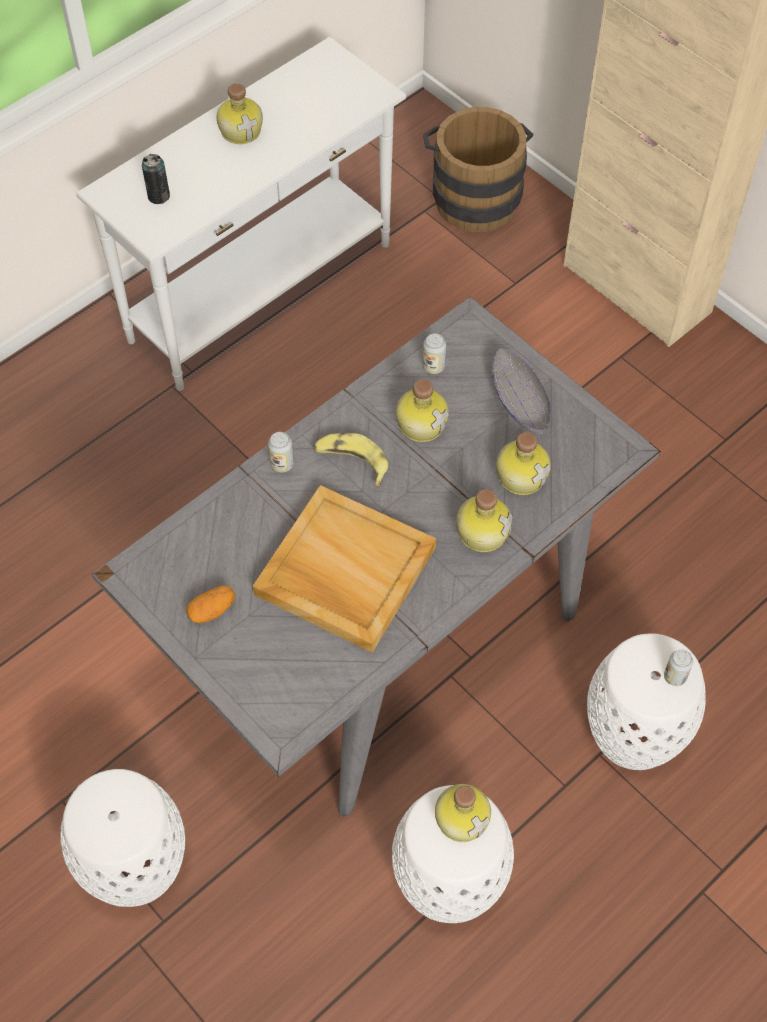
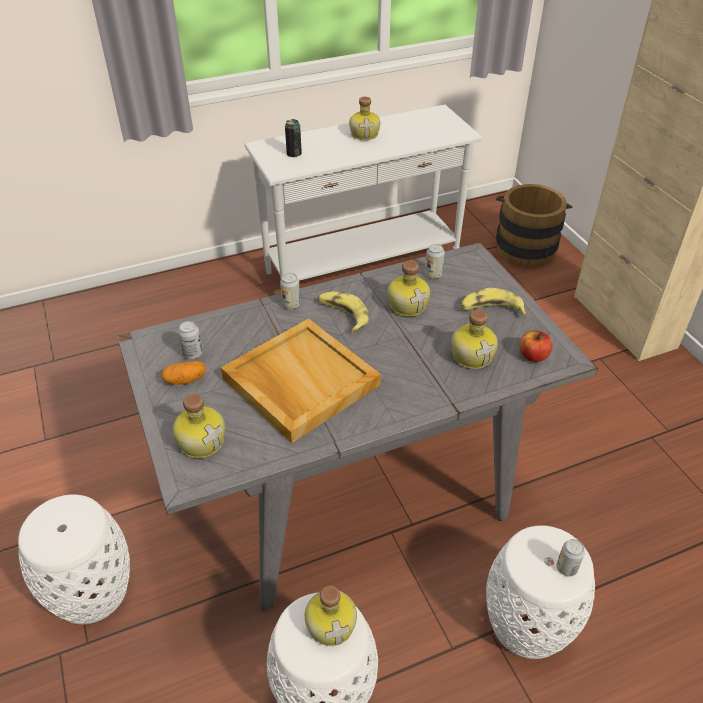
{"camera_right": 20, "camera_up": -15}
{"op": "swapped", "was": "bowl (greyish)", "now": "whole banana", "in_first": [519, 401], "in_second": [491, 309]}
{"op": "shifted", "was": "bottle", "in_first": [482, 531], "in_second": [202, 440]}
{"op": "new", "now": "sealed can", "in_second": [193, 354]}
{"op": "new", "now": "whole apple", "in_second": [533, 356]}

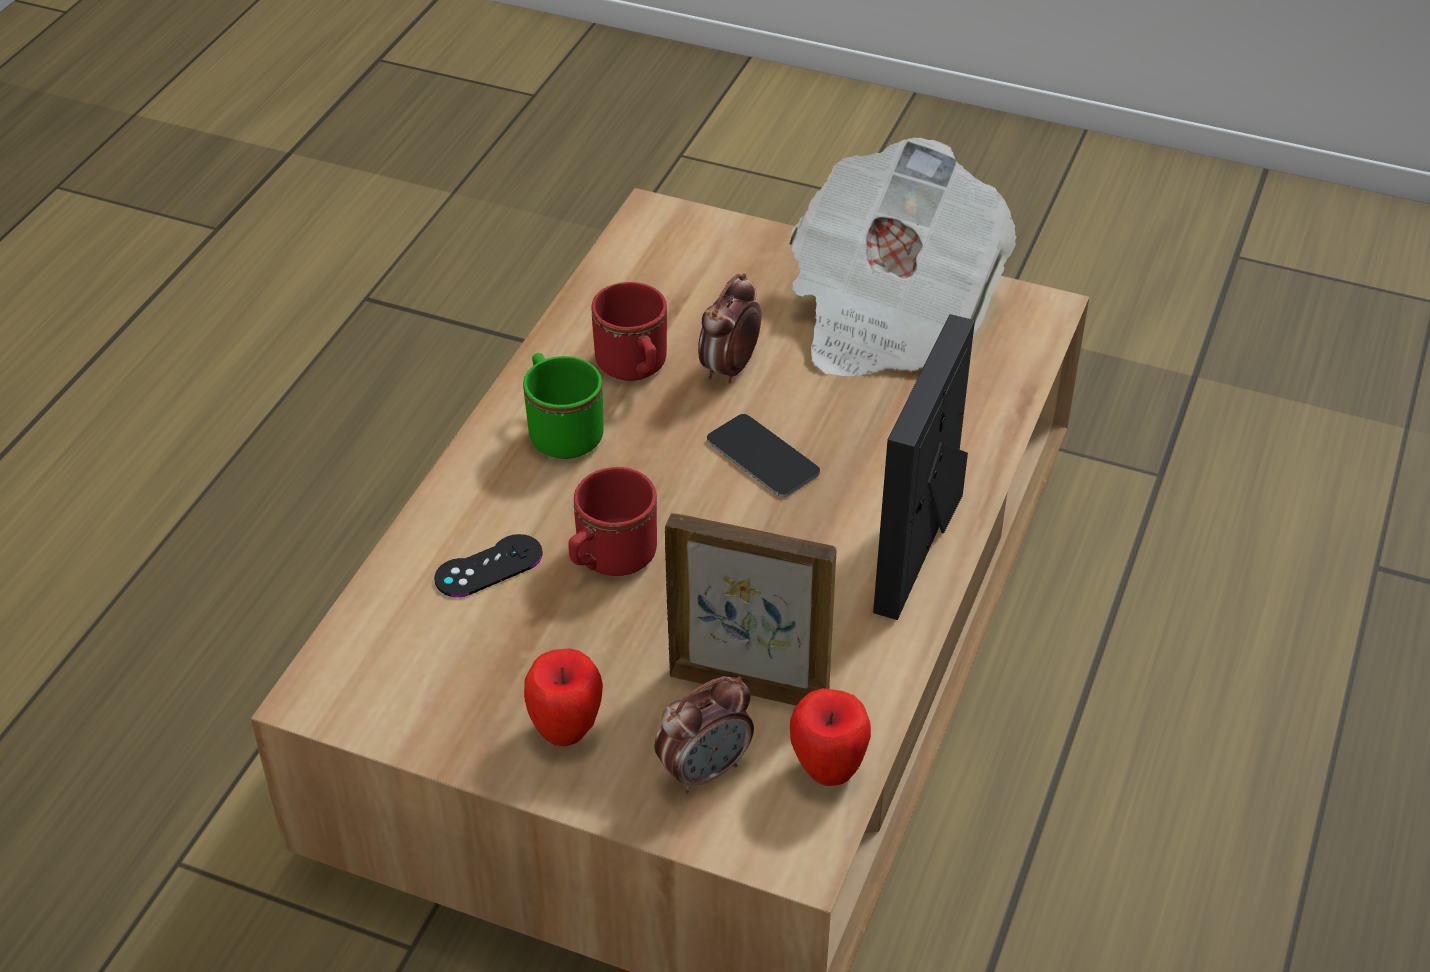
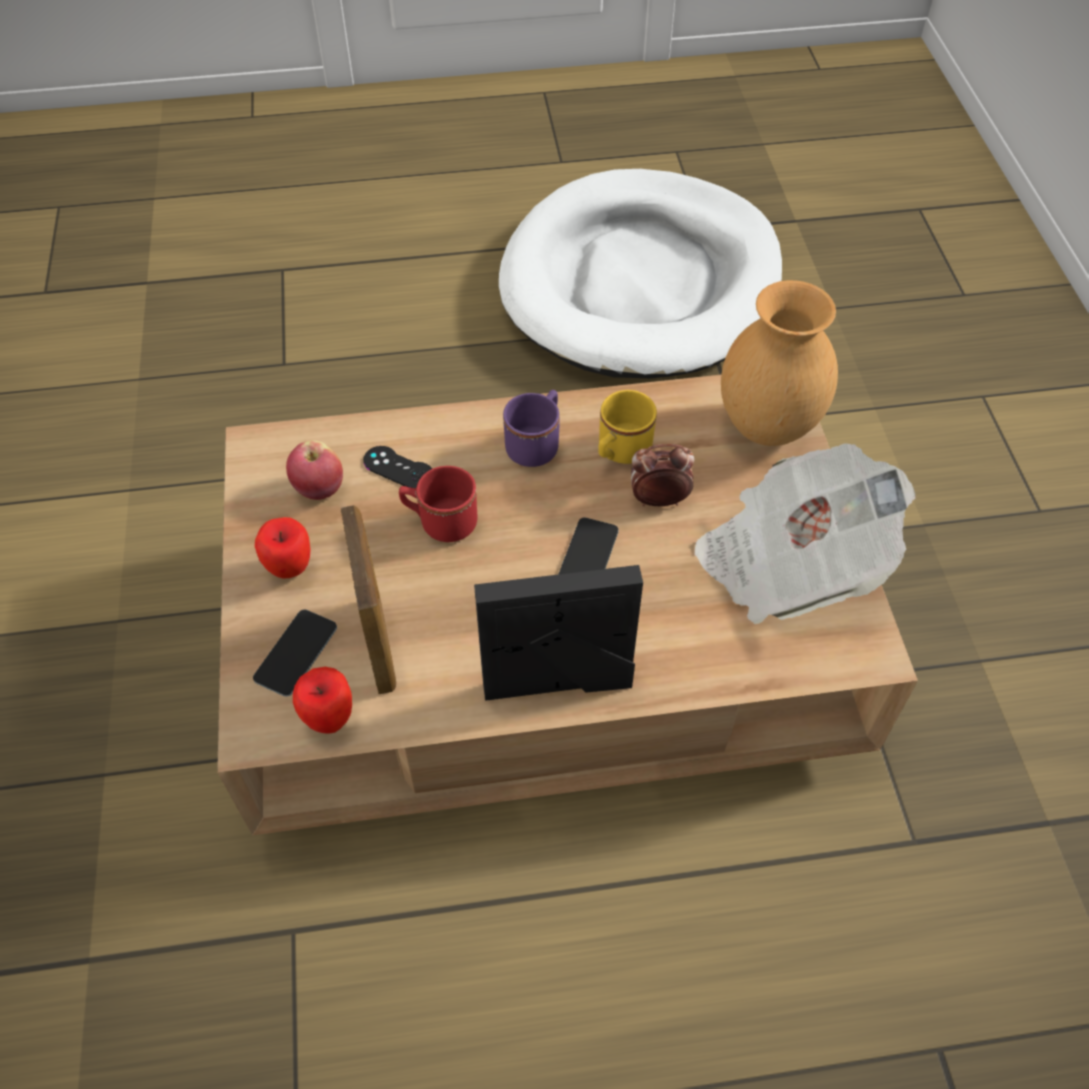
{"camera_right": 60, "camera_up": 10}
{"op": "repainted", "was": "mug (reddish)", "now": "mug (yellow-coloured)", "in_first": [635, 369], "in_second": [620, 452]}
{"op": "repainted", "was": "mug (green-coloured)", "now": "mug (purple-coloured)", "in_first": [561, 430], "in_second": [536, 444]}
{"op": "swapped", "was": "bedside clock", "now": "handset", "in_first": [705, 770], "in_second": [296, 653]}
{"op": "new", "now": "pet bed (white-coloured)", "in_second": [641, 282]}
{"op": "new", "now": "decorative vase (brown)", "in_second": [769, 428]}
{"op": "new", "now": "whole apple", "in_second": [319, 489]}

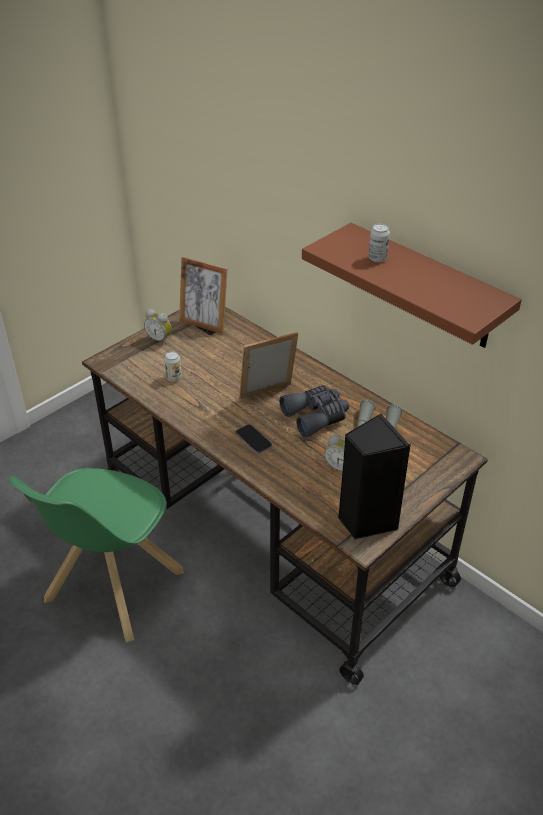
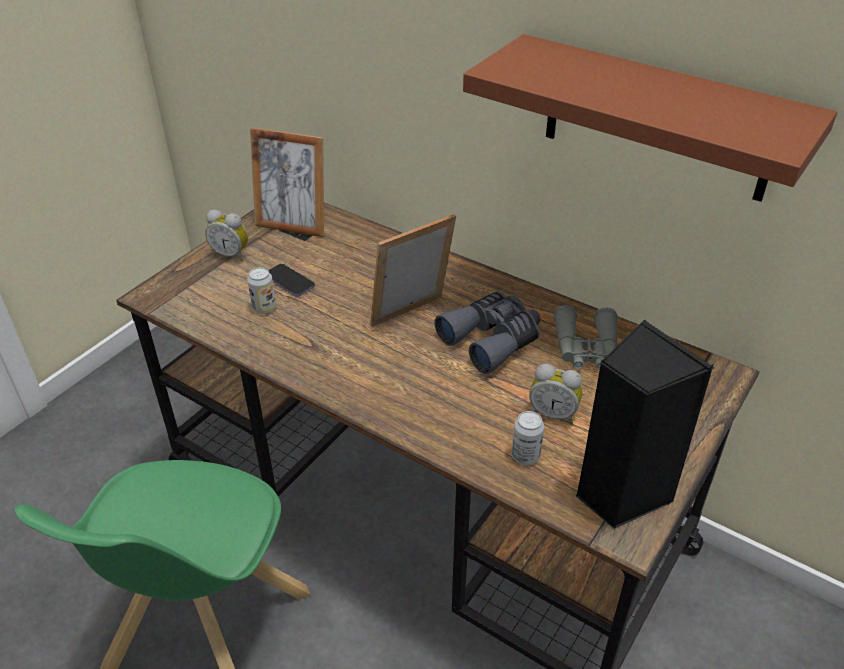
{"camera_right": -10, "camera_up": 0}
{"op": "shifted", "was": "sealed can", "in_first": [377, 258], "in_second": [525, 456]}
{"op": "shifted", "was": "handset", "in_first": [253, 440], "in_second": [289, 282]}

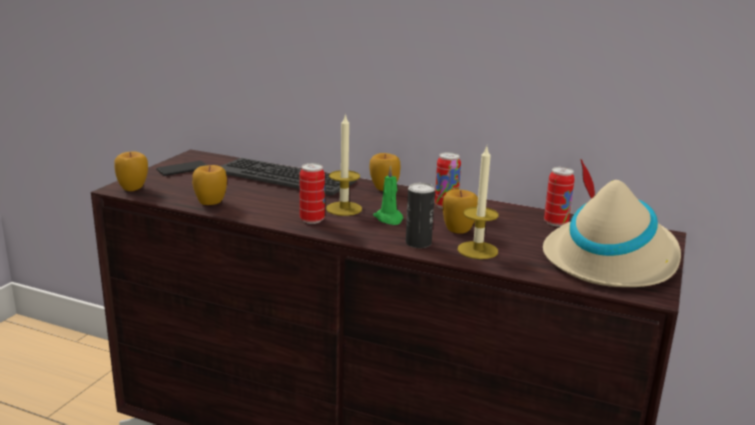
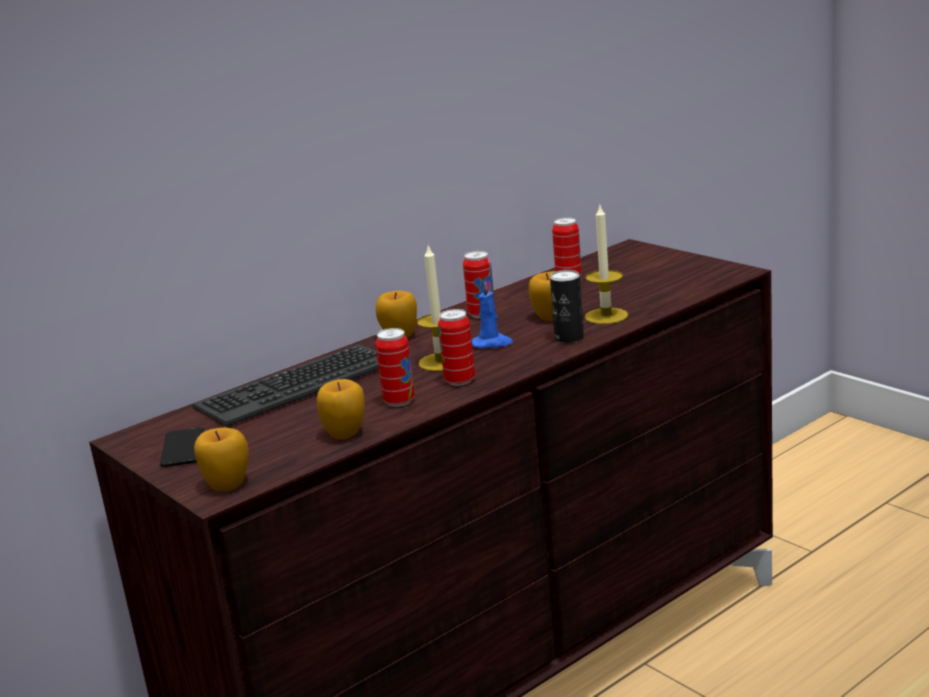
{"camera_right": -60, "camera_up": 0}
{"op": "gone", "was": "clothing hat (beige)", "in_first": [611, 259]}
{"op": "repainted", "was": "wax candle (green-coloured)", "now": "wax candle (blue)", "in_first": [389, 219], "in_second": [492, 343]}
{"op": "new", "now": "sealed can", "in_second": [399, 401]}

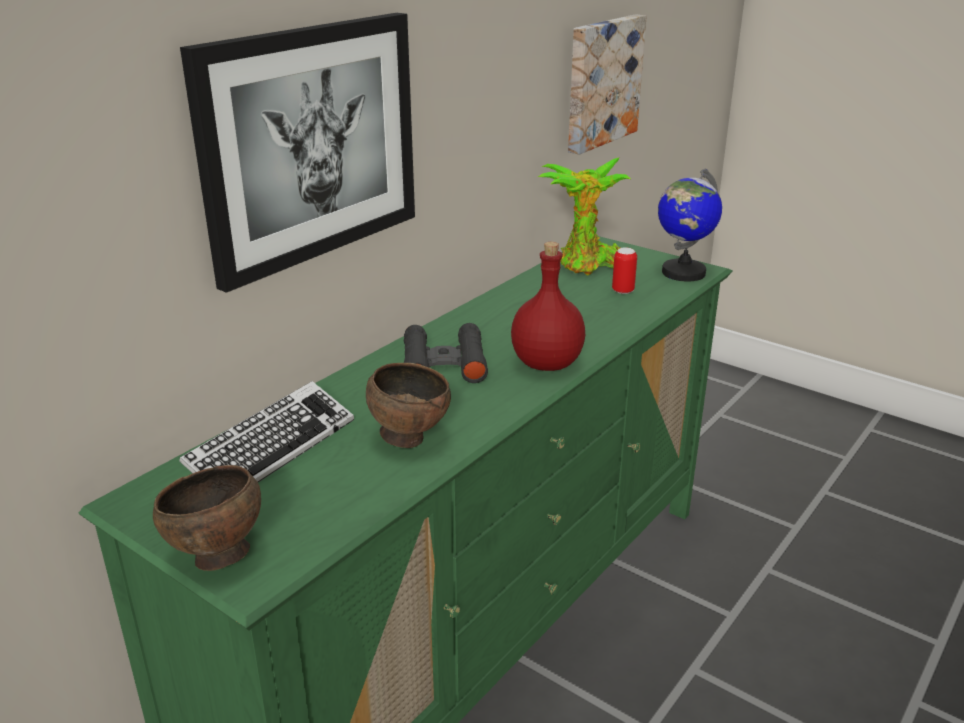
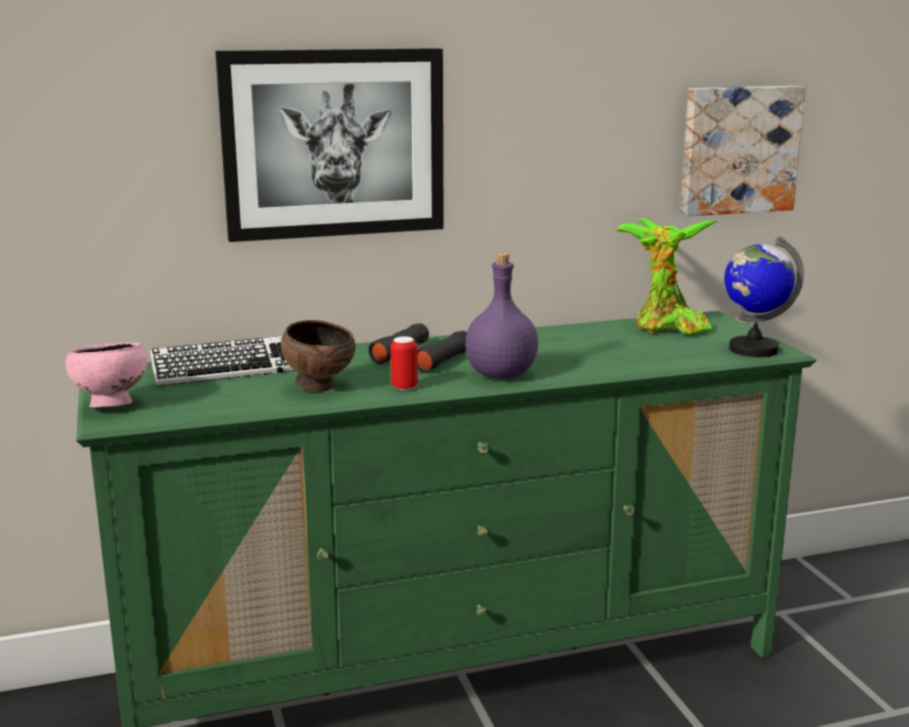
{"camera_right": 35, "camera_up": -10}
{"op": "repainted", "was": "bottle (reddish)", "now": "bottle (purple-coloured)", "in_first": [546, 364], "in_second": [500, 375]}
{"op": "shifted", "was": "sealed can", "in_first": [623, 291], "in_second": [404, 387]}
{"op": "repainted", "was": "bowl (brown)", "now": "bowl (pink)", "in_first": [216, 557], "in_second": [110, 406]}

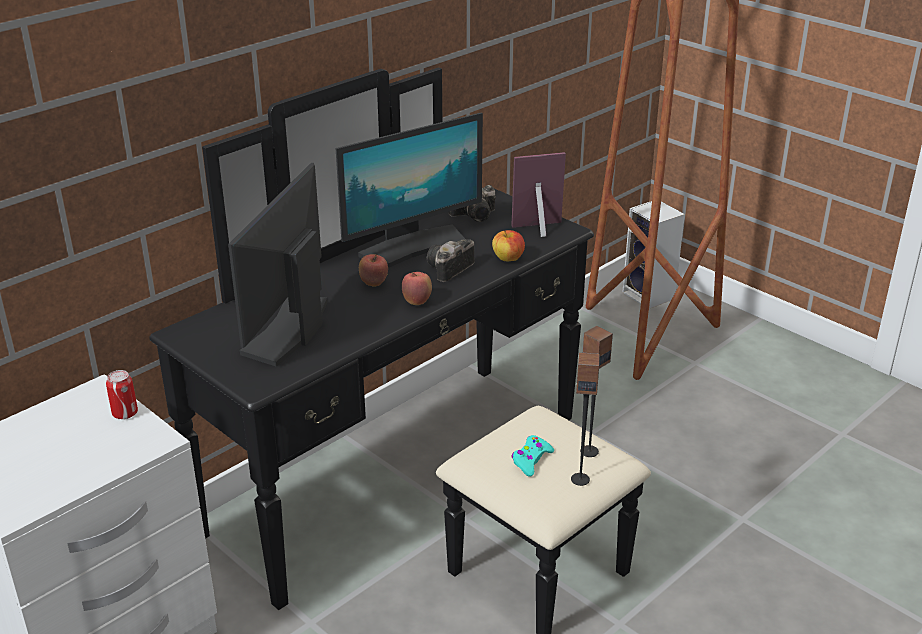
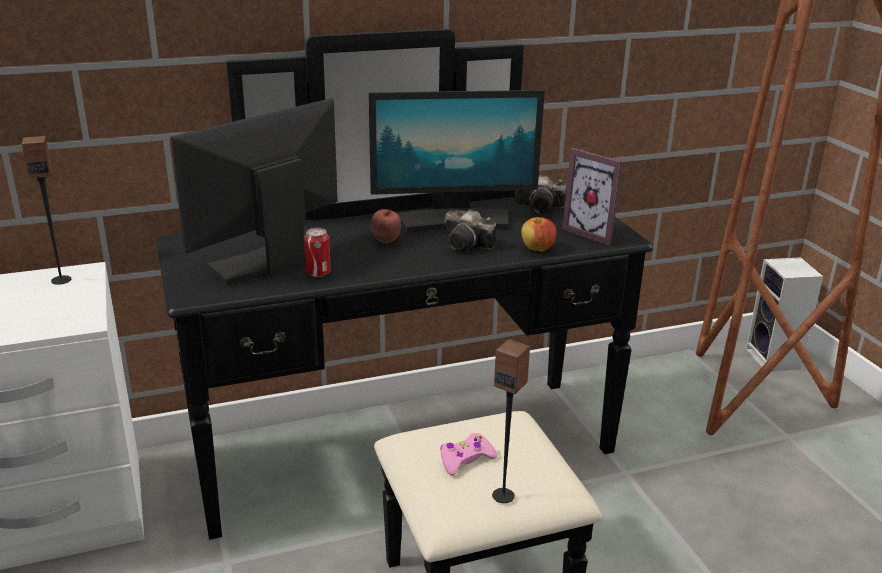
{"camera_right": 25, "camera_up": -5}
{"op": "rotated", "was": "picture frame", "in_first": [540, 230], "in_second": [594, 232], "clockwise": -150}
{"op": "rotated", "was": "still camera", "in_first": [448, 270], "in_second": [468, 245], "clockwise": -120}
{"op": "gone", "was": "whole apple", "in_first": [417, 302]}
{"op": "shifted", "was": "audio speaker", "in_first": [589, 451], "in_second": [61, 280]}
{"op": "shifted", "was": "sealed can", "in_first": [125, 413], "in_second": [318, 273]}
{"op": "repainted", "was": "joypad (turquoise)", "now": "joypad (pink)", "in_first": [531, 460], "in_second": [465, 459]}

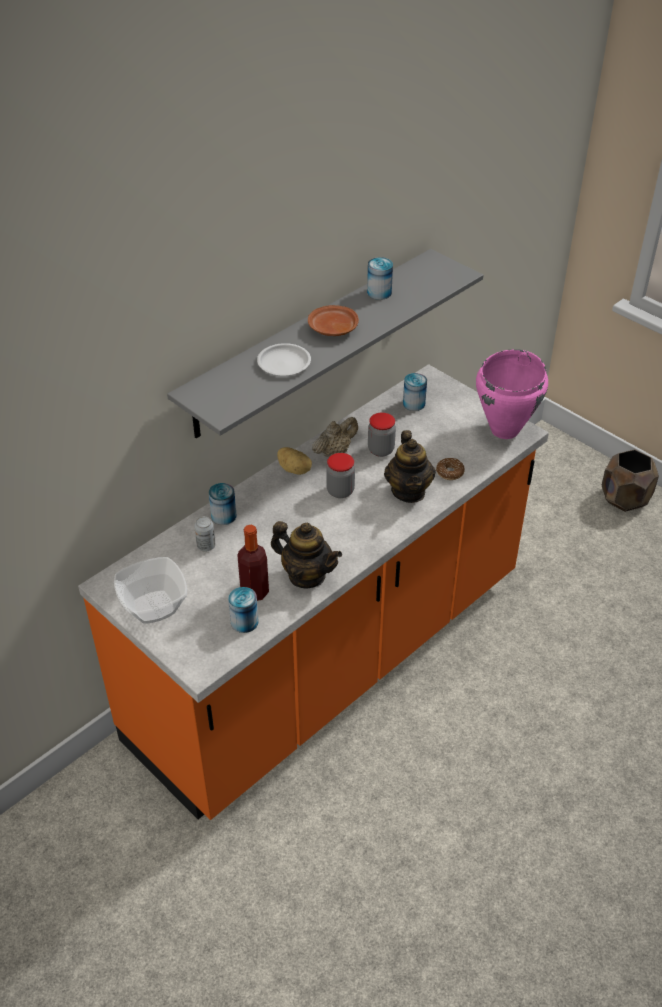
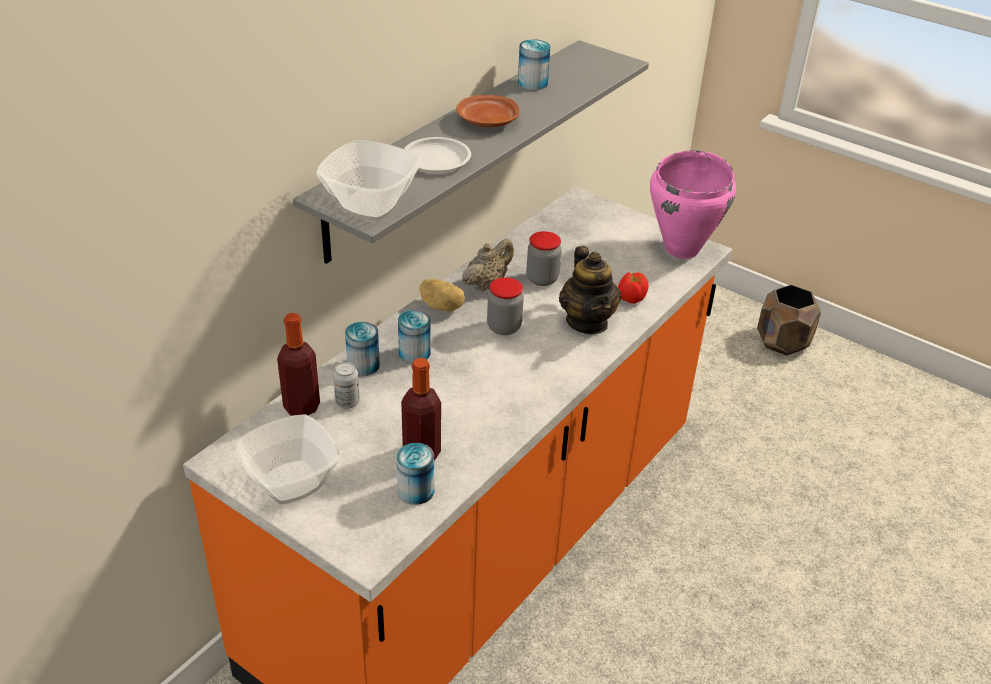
{"camera_right": -10, "camera_up": -5}
{"op": "shifted", "was": "sealed can", "in_first": [414, 403], "in_second": [414, 353]}
{"op": "swapped", "was": "doughnut", "now": "whole tomato", "in_first": [449, 472], "in_second": [630, 298]}
{"op": "gone", "was": "teapot", "in_first": [306, 575]}
{"op": "new", "now": "bowl", "in_second": [370, 205]}
{"op": "new", "now": "bottle", "in_second": [301, 406]}

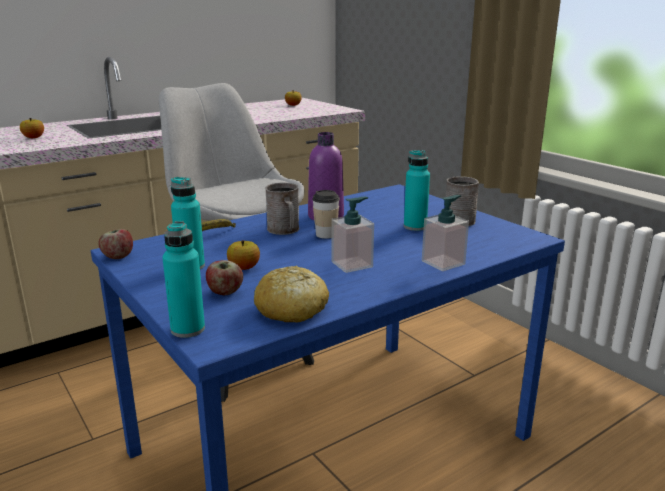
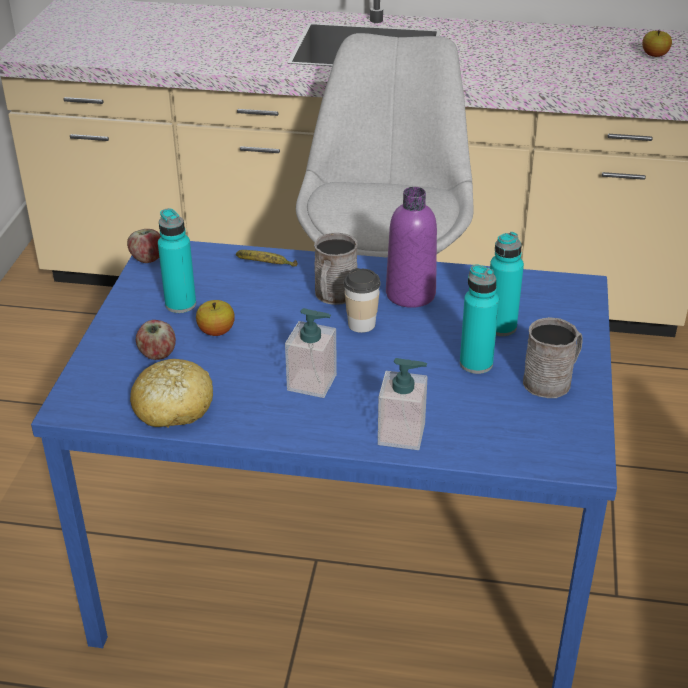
{"camera_right": 45, "camera_up": 15}
{"op": "gone", "was": "whole apple", "in_first": [33, 138]}
{"op": "shifted", "was": "bottle (turquoise)", "in_first": [188, 329], "in_second": [500, 327]}

